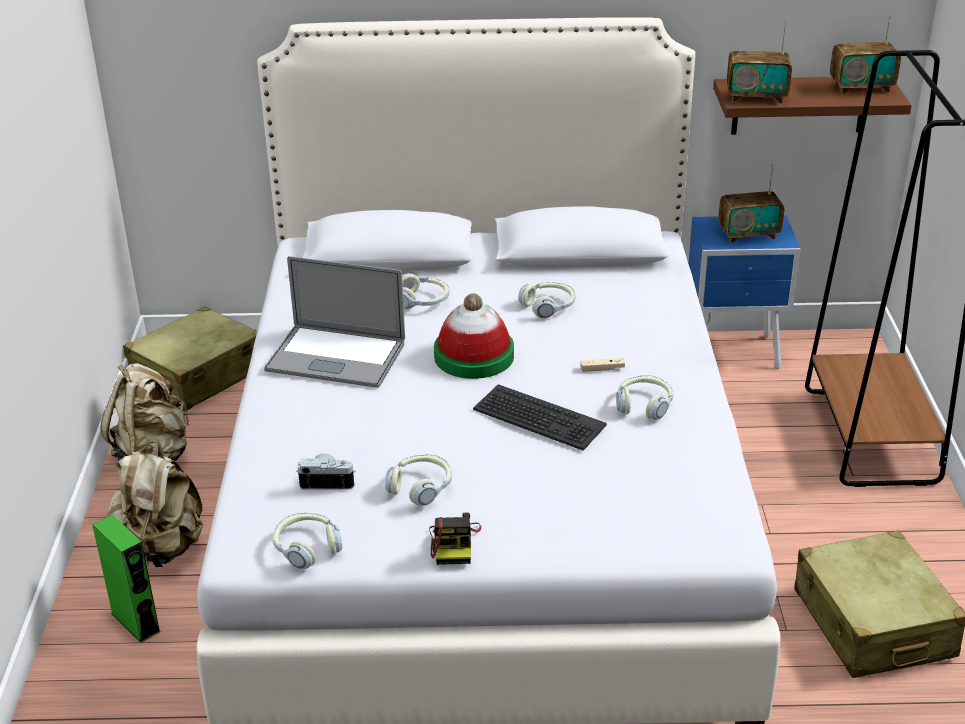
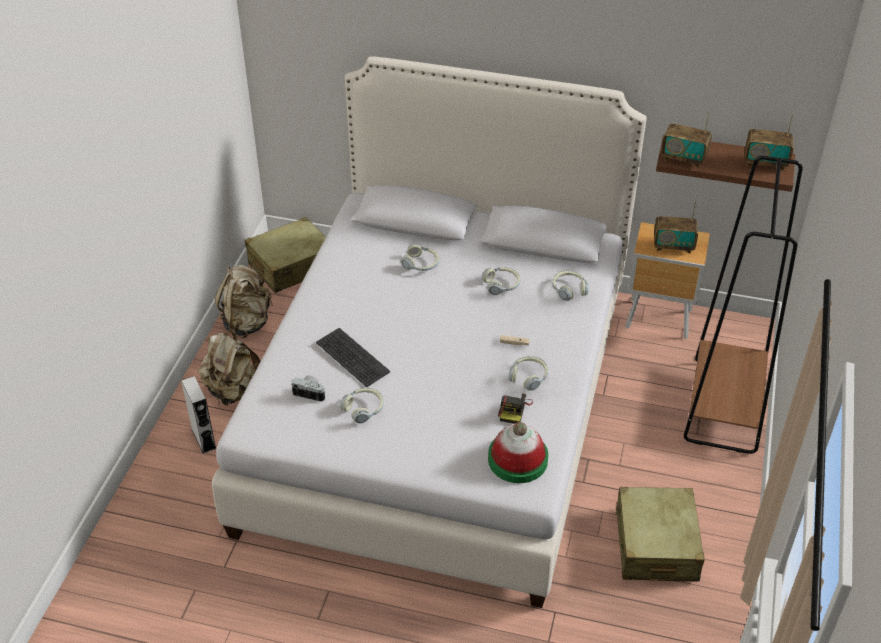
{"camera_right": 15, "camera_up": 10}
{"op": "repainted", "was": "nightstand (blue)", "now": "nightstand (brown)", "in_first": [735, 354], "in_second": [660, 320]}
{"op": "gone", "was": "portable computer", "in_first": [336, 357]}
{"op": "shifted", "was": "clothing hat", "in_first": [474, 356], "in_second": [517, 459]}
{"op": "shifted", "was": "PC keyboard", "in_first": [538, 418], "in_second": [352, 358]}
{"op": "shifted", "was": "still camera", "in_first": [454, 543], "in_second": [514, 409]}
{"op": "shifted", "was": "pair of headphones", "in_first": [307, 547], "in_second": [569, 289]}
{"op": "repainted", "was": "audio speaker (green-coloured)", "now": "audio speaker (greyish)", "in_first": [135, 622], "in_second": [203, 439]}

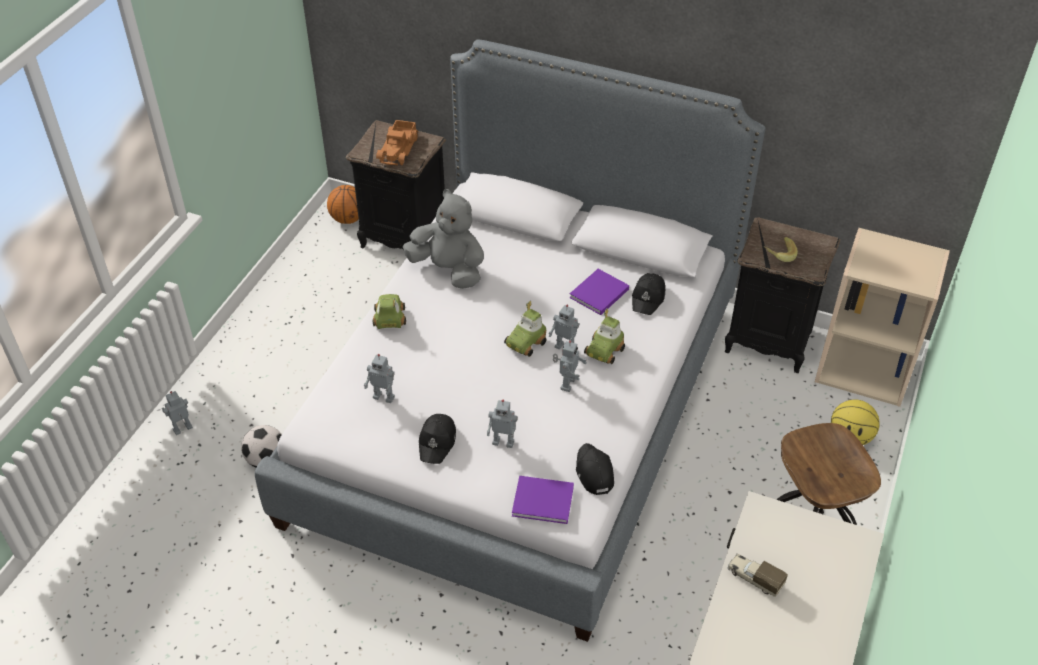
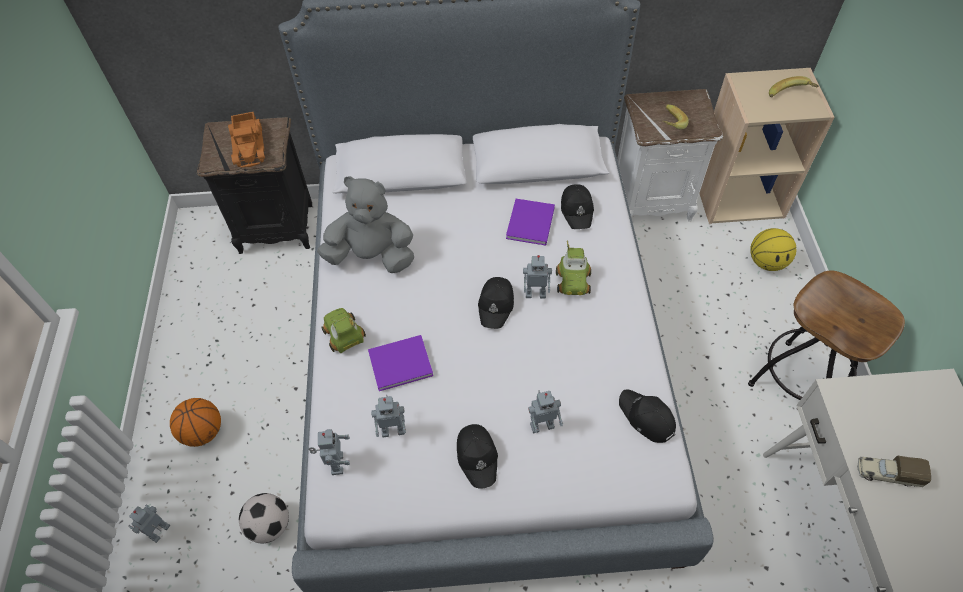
{"camera_right": -25, "camera_up": 10}
{"op": "shifted", "was": "ball for basketball", "in_first": [348, 219], "in_second": [203, 431]}
{"op": "repainted", "was": "nightstand (black-coloured)", "now": "nightstand (white-coloured)", "in_first": [769, 342], "in_second": [652, 202]}
{"op": "swapped", "was": "miniature car", "now": "cap (black-coloured)", "in_first": [526, 343], "in_second": [496, 305]}
{"op": "shifted", "was": "robot figure", "in_first": [566, 383], "in_second": [336, 463]}
{"op": "shifted", "was": "book (purple-coloured)", "in_first": [545, 501], "in_second": [402, 363]}
{"op": "new", "now": "whole banana", "in_second": [790, 96]}

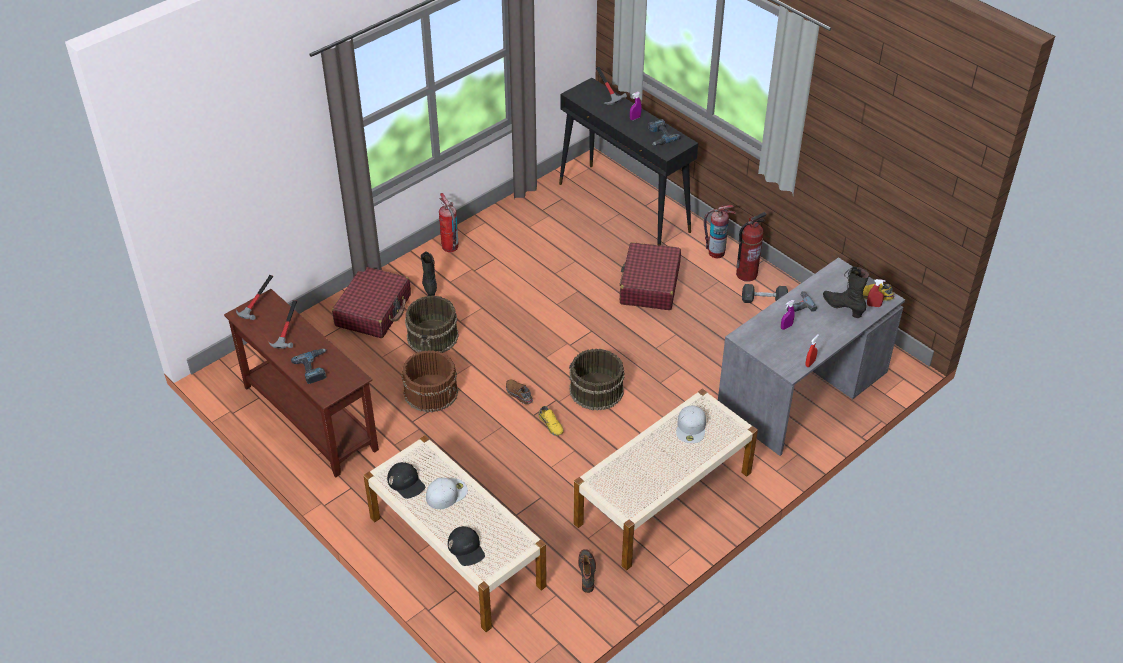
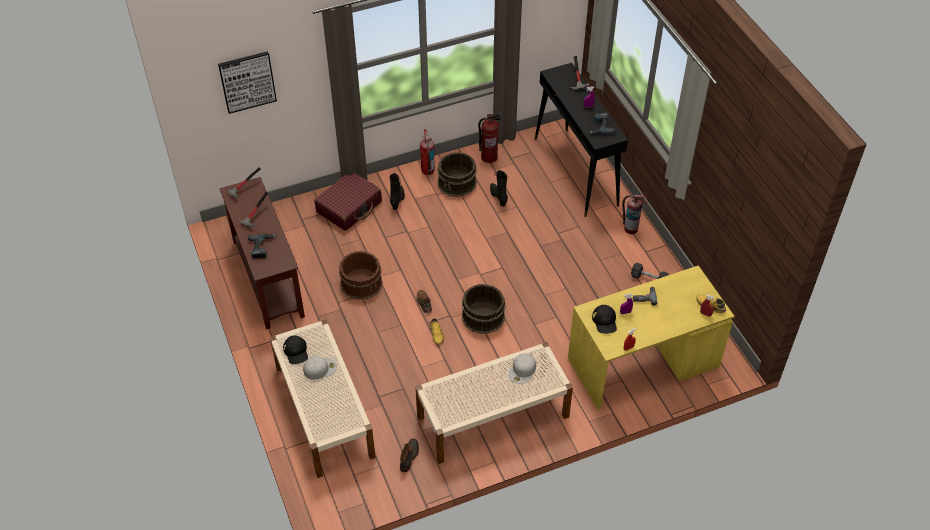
{"camera_right": 20, "camera_up": 5}
{"op": "shifted", "was": "extinguisher", "in_first": [746, 274], "in_second": [489, 157]}
{"op": "gone", "was": "piece of luggage (reddish)", "in_first": [649, 285]}
{"op": "repainted", "was": "desk unit (greyish)", "now": "desk unit (yellow-coloured)", "in_first": [803, 391], "in_second": [642, 363]}
{"op": "shifted", "was": "tall boot (black-coloured)", "in_first": [843, 307], "in_second": [498, 197]}
{"op": "shifted", "was": "bucket (brown)", "in_first": [433, 336], "in_second": [457, 183]}
{"op": "shifted", "was": "cap (black-coloured)", "in_first": [466, 548], "in_second": [604, 321]}
{"op": "new", "now": "wall art", "in_second": [247, 81]}

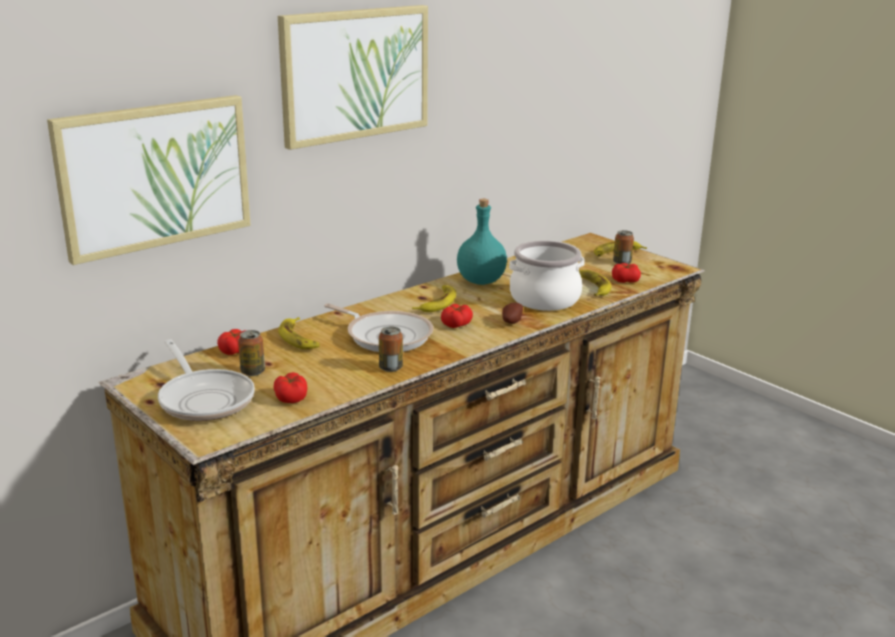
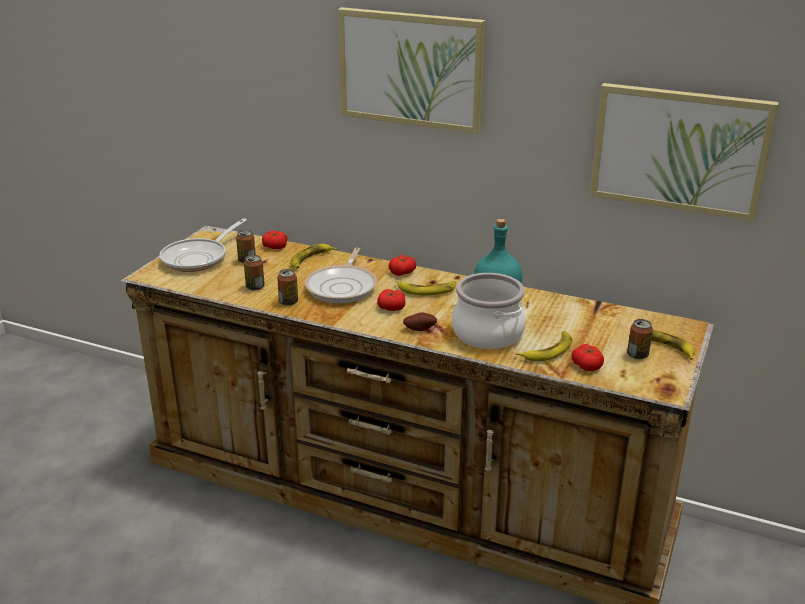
{"camera_right": 65, "camera_up": 5}
{"op": "shifted", "was": "wall art", "in_first": [154, 175], "in_second": [679, 150]}
{"op": "shifted", "was": "whole tomato", "in_first": [291, 397], "in_second": [402, 272]}
{"op": "new", "now": "sealed can", "in_second": [255, 287]}

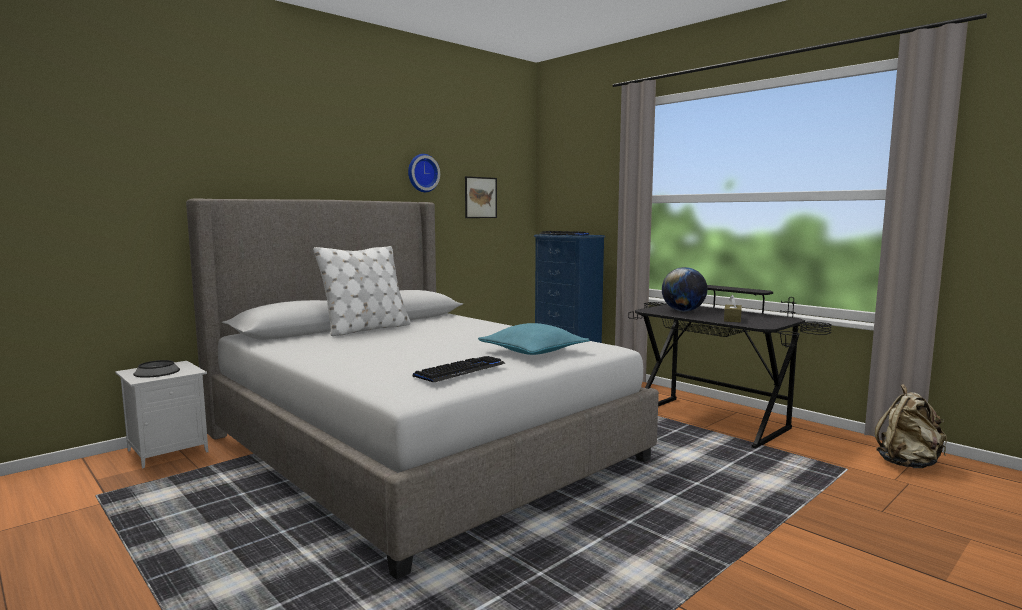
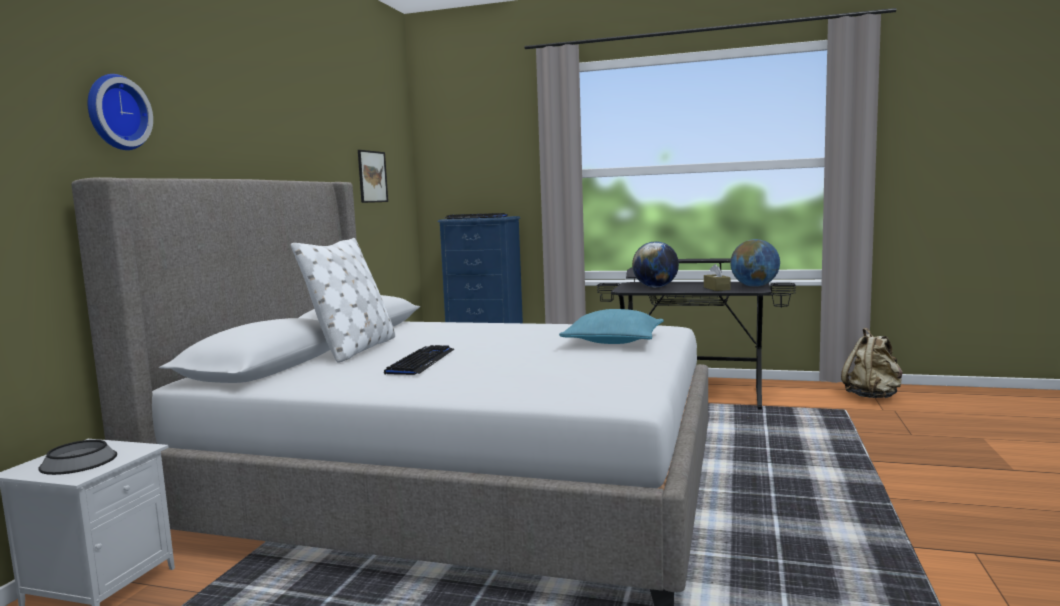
{"camera_right": -30, "camera_up": 0}
{"op": "shifted", "was": "hanging clock", "in_first": [422, 173], "in_second": [115, 113]}
{"op": "shifted", "was": "PC keyboard", "in_first": [460, 370], "in_second": [421, 362]}
{"op": "new", "now": "world globe", "in_second": [754, 286]}

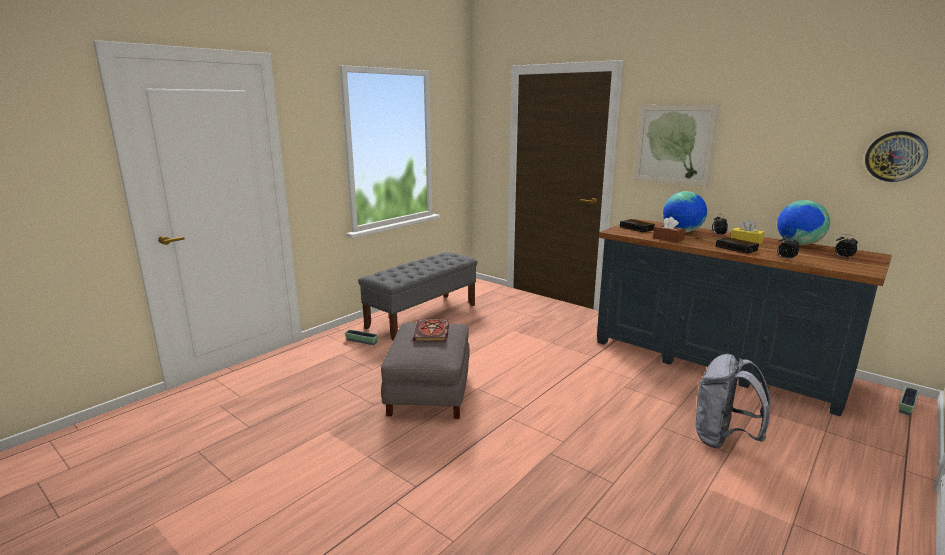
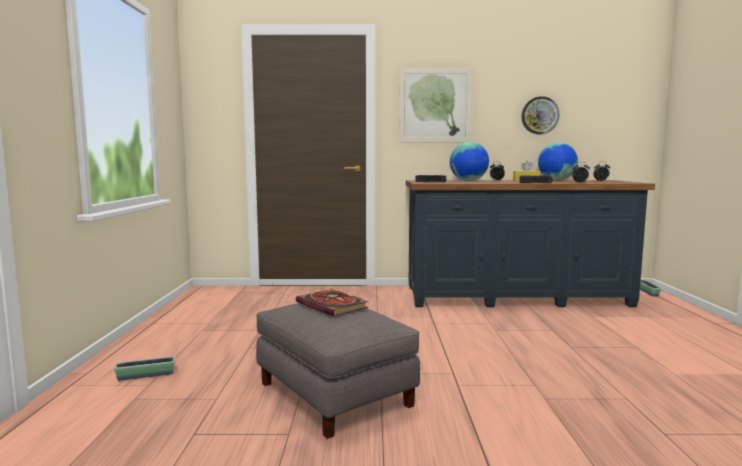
{"camera_right": -40, "camera_up": -10}
{"op": "shifted", "was": "hanging clock", "in_first": [895, 156], "in_second": [539, 115]}
{"op": "gone", "was": "tissue box (brown)", "in_first": [668, 239]}
{"op": "gone", "was": "indoor bench (greyish)", "in_first": [422, 316]}
{"op": "gone", "was": "rucksack (greyish)", "in_first": [723, 439]}

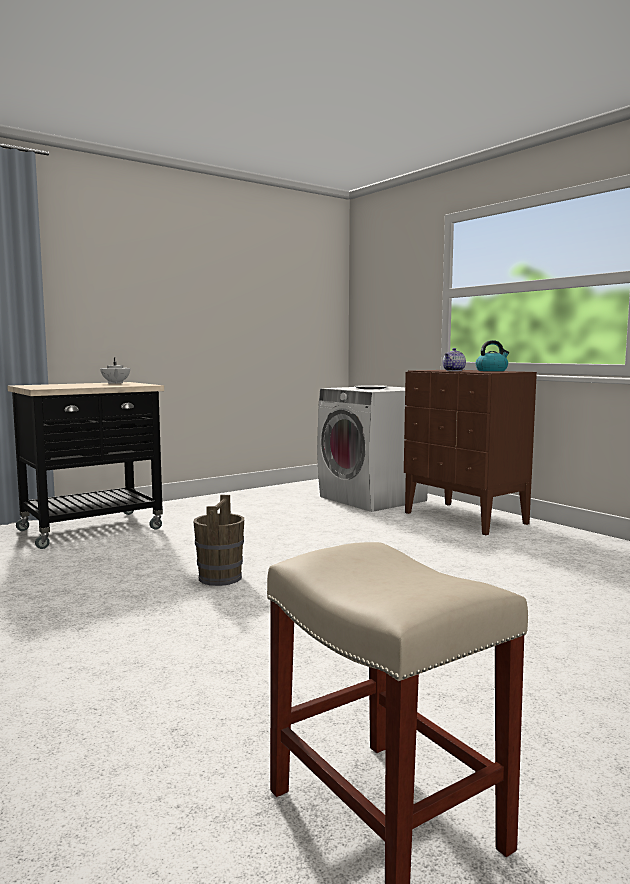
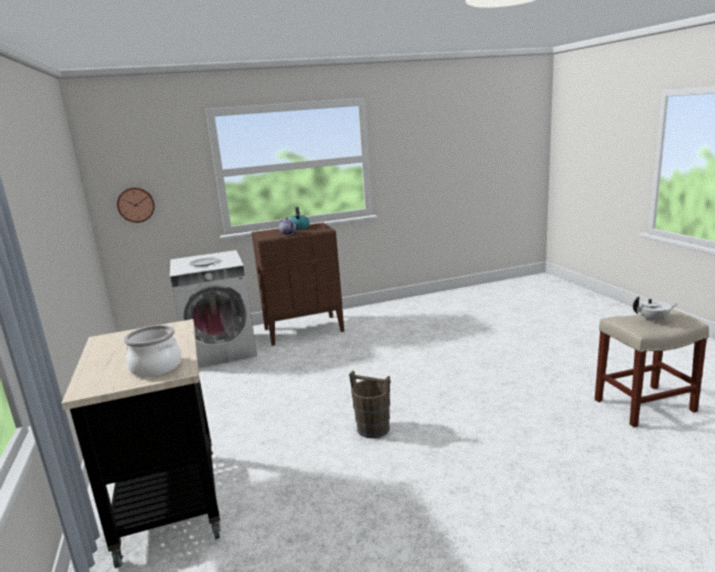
{"camera_right": -70, "camera_up": 10}
{"op": "shifted", "was": "teapot (white-coloured)", "in_first": [115, 383], "in_second": [653, 320]}
{"op": "new", "now": "hanging clock", "in_second": [136, 204]}
{"op": "new", "now": "saucepot", "in_second": [155, 367]}

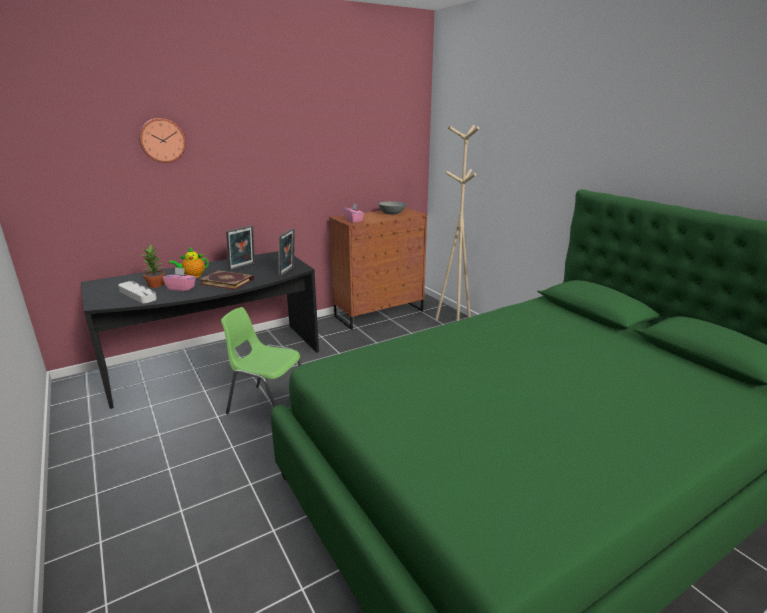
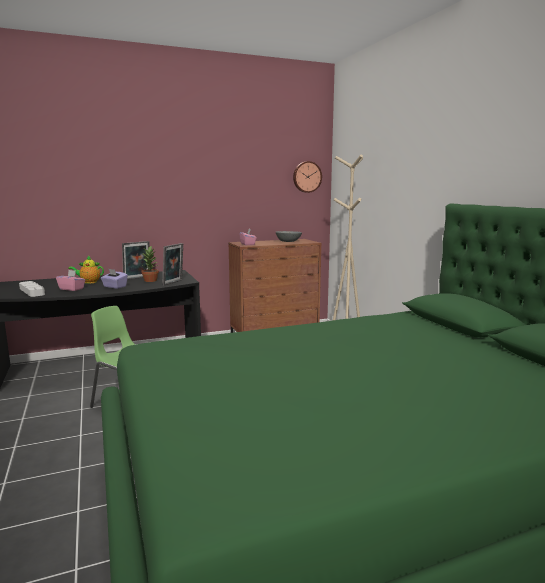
{"camera_right": 10, "camera_up": -10}
{"op": "shifted", "was": "hanging clock", "in_first": [162, 140], "in_second": [306, 177]}
{"op": "shifted", "was": "houseplant", "in_first": [156, 285], "in_second": [151, 280]}
{"op": "swapped", "was": "book", "now": "tissue box (purple-coloured)", "in_first": [227, 281], "in_second": [114, 286]}

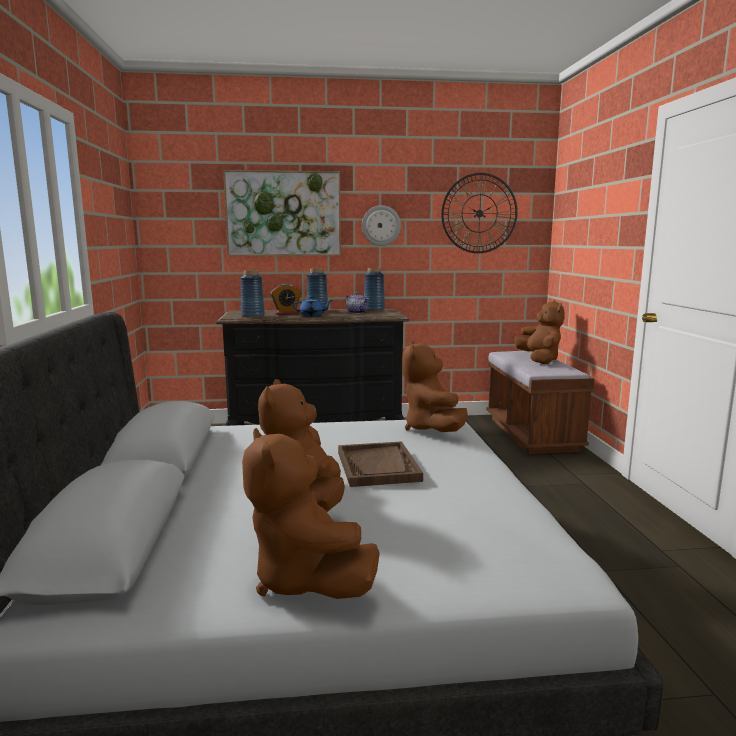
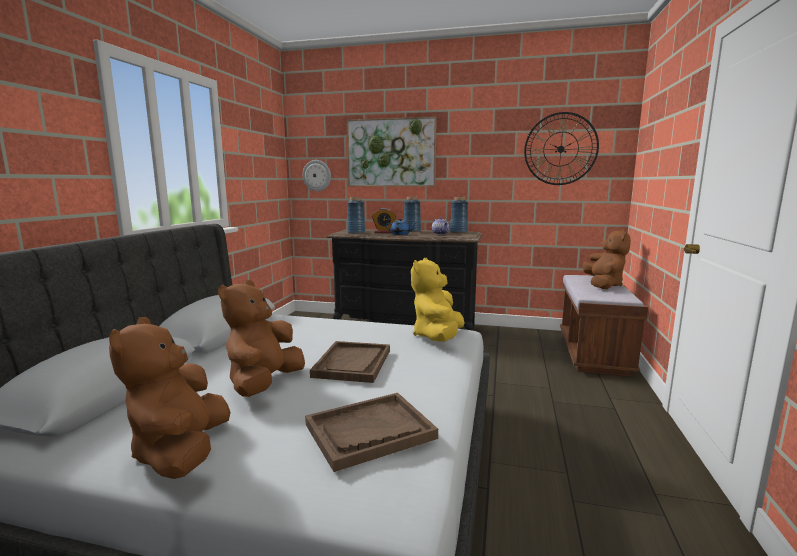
{"camera_right": 20, "camera_up": 0}
{"op": "shifted", "was": "hanging clock", "in_first": [381, 225], "in_second": [317, 175]}
{"op": "repainted", "was": "plush toy (brown)", "now": "plush toy (yellow-coloured)", "in_first": [432, 429], "in_second": [437, 337]}
{"op": "new", "now": "serving tray (brown)", "in_second": [369, 432]}

